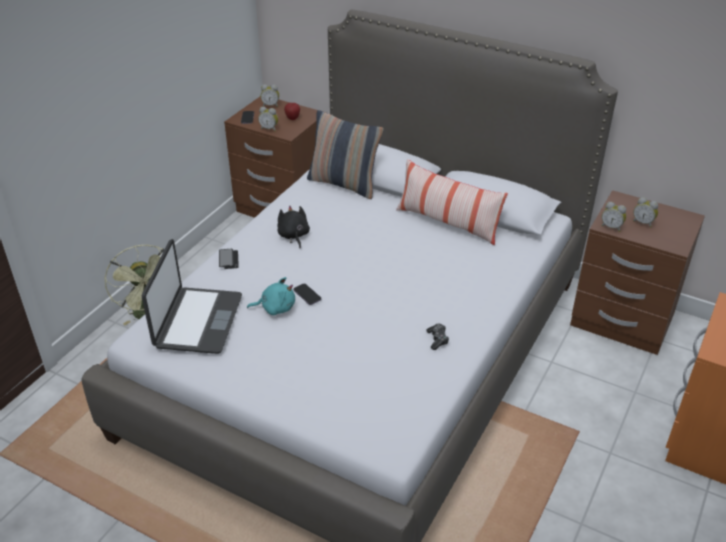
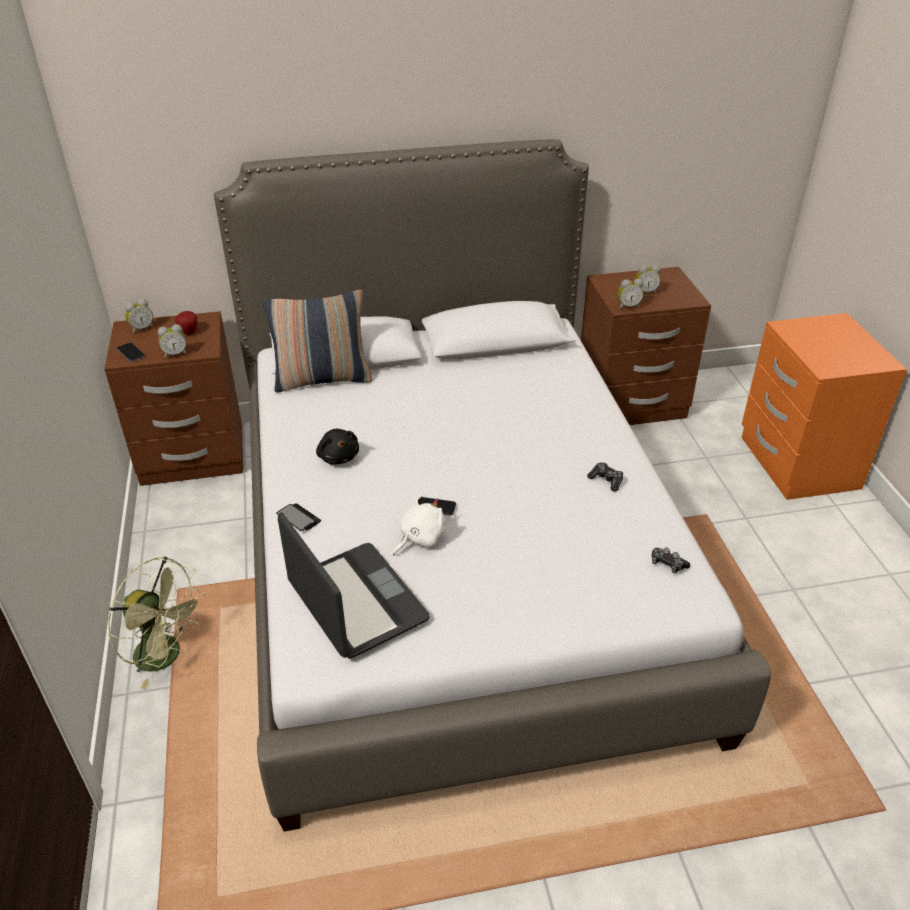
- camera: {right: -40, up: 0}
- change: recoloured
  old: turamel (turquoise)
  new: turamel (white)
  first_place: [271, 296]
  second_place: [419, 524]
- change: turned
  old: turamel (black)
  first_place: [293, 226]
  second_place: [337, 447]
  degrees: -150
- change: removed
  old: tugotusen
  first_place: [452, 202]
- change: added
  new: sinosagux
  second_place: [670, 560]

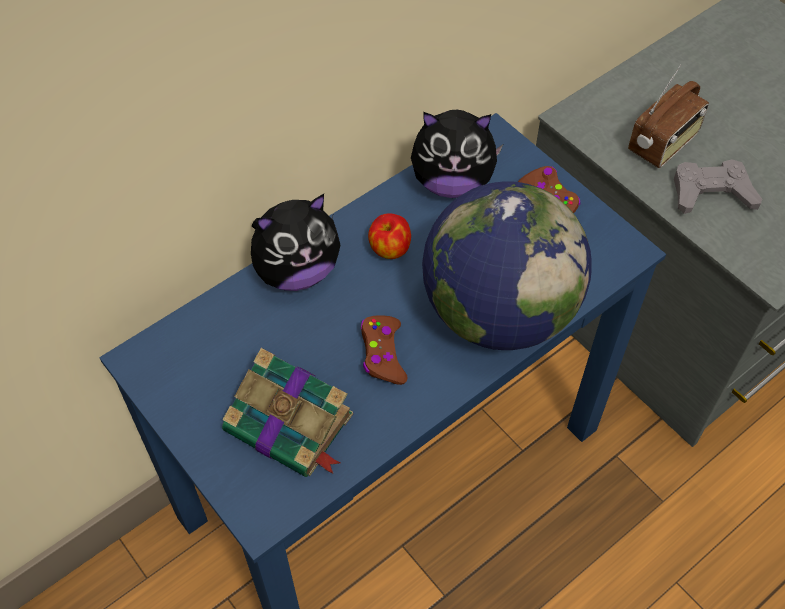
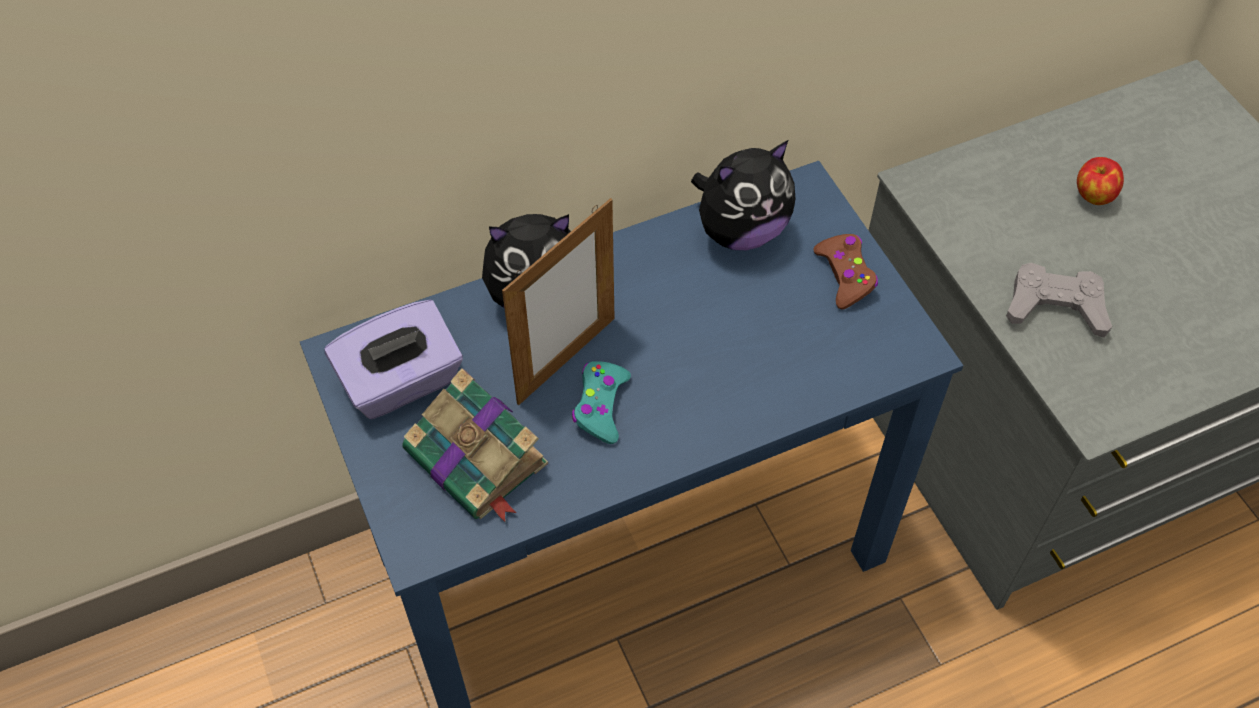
- camera: {right: 15, up: 0}
- change: recoloured
  old: sinosagux (brown)
  new: sinosagux (turquoise)
  first_place: [384, 350]
  second_place: [601, 402]
- change: moved
  old: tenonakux
  first_place: [389, 236]
  second_place: [1100, 181]
- change: turned
  old: turamel
  first_place: [457, 154]
  second_place: [743, 195]
  degrees: -45
- change: removed
  old: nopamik
  first_place: [507, 265]
- change: removed
  old: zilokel
  first_place: [668, 116]
- change: added
  new: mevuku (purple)
  second_place: [393, 359]
- change: added
  new: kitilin
  second_place: [558, 301]

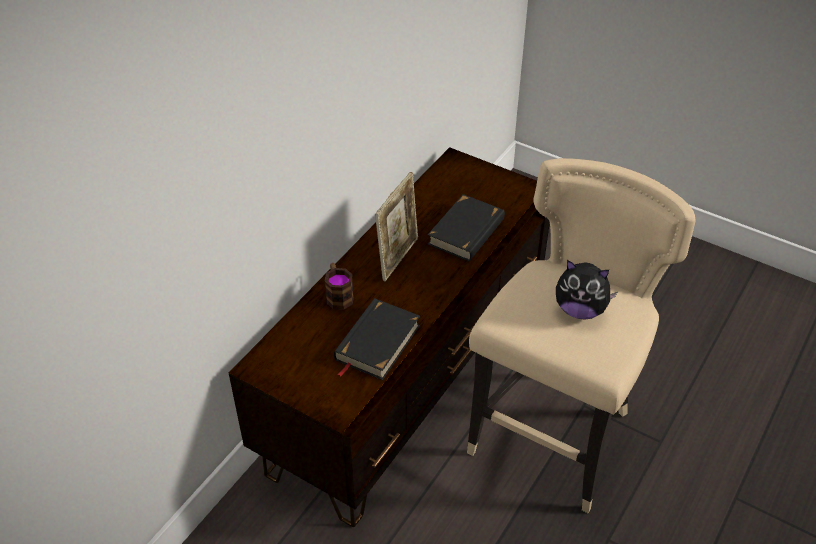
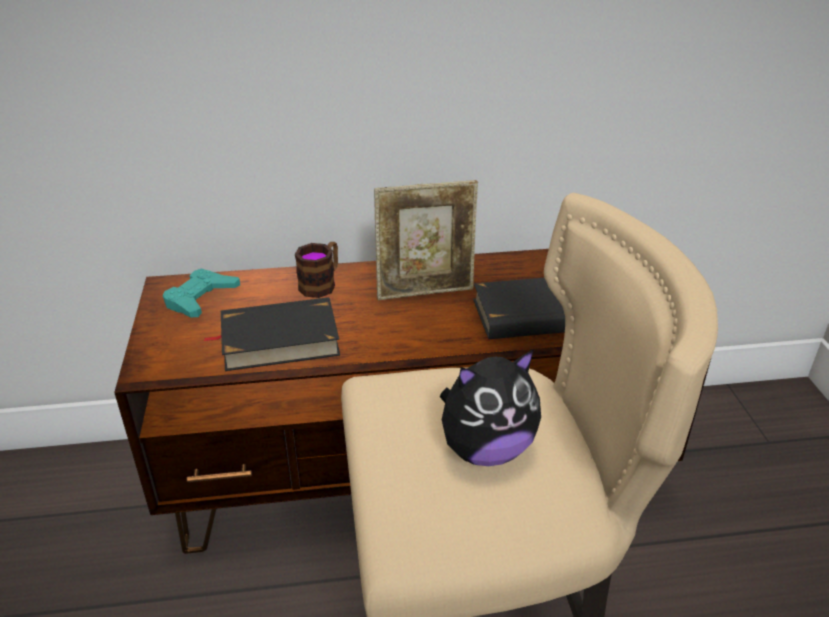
- camera: {right: 50, up: -10}
- change: turned
  old: turamel
  first_place: [586, 290]
  second_place: [490, 407]
  degrees: -90
- change: added
  new: sinosagux (turquoise)
  second_place: [201, 293]

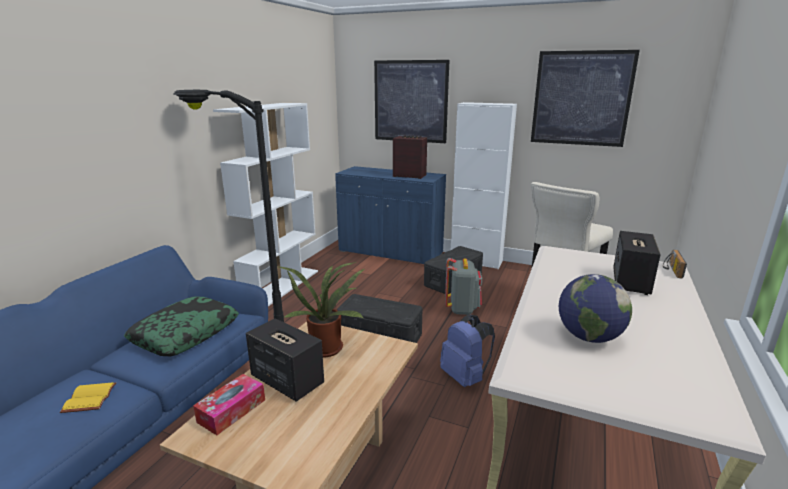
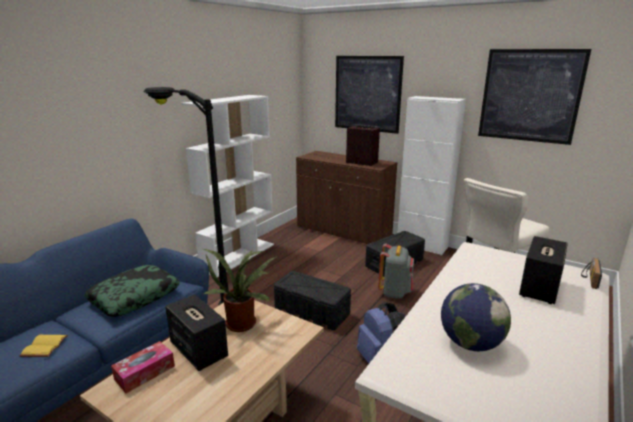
- camera: {right: 10, up: 0}
- change: recoloured
  old: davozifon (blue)
  new: davozifon (brown)
  first_place: [390, 215]
  second_place: [346, 197]

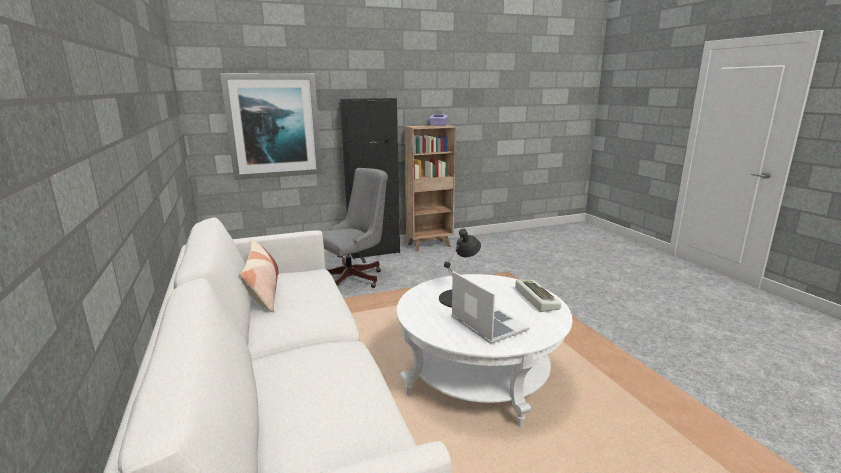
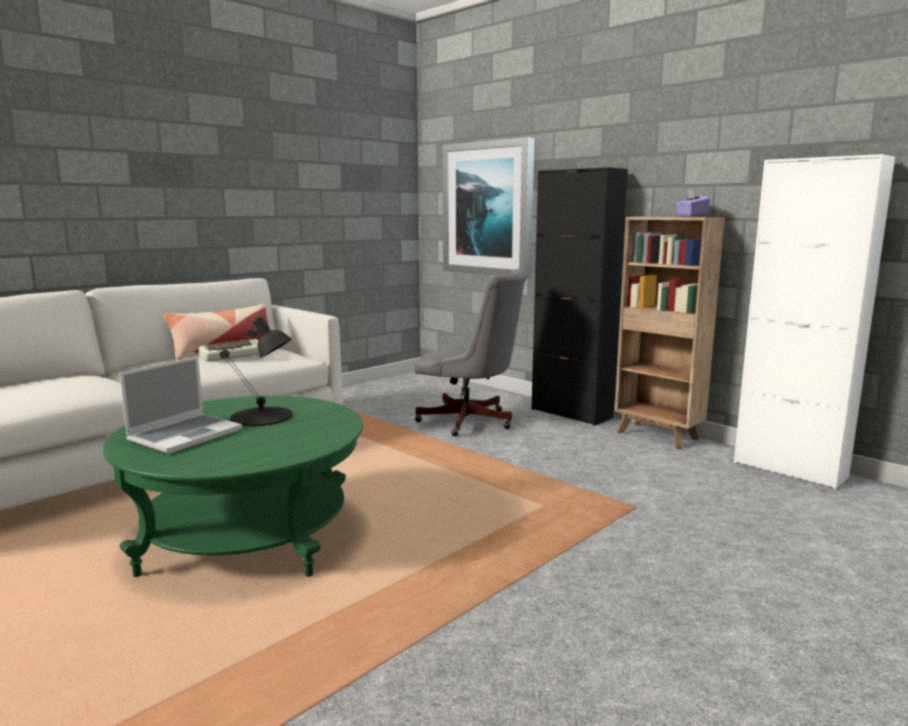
- camera: {right: 65, up: -5}
- change: recoloured
  old: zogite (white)
  new: zogite (green)
  first_place: [484, 350]
  second_place: [233, 486]
- change: moved
  old: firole
  first_place: [538, 295]
  second_place: [229, 350]
- change: added
  new: davozifon (white)
  second_place: [814, 321]

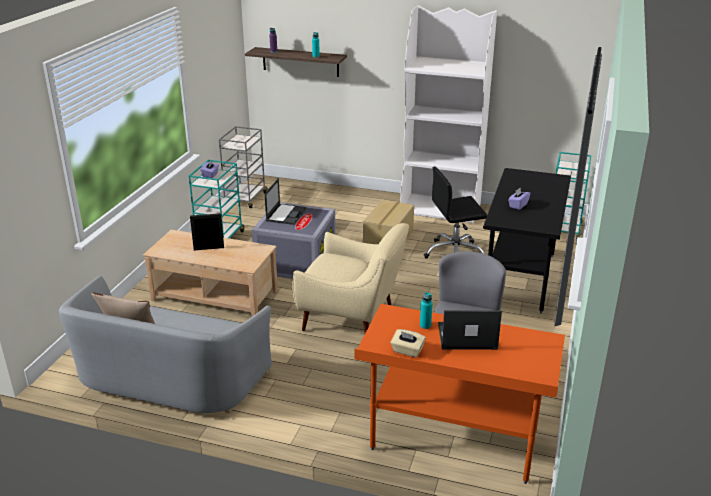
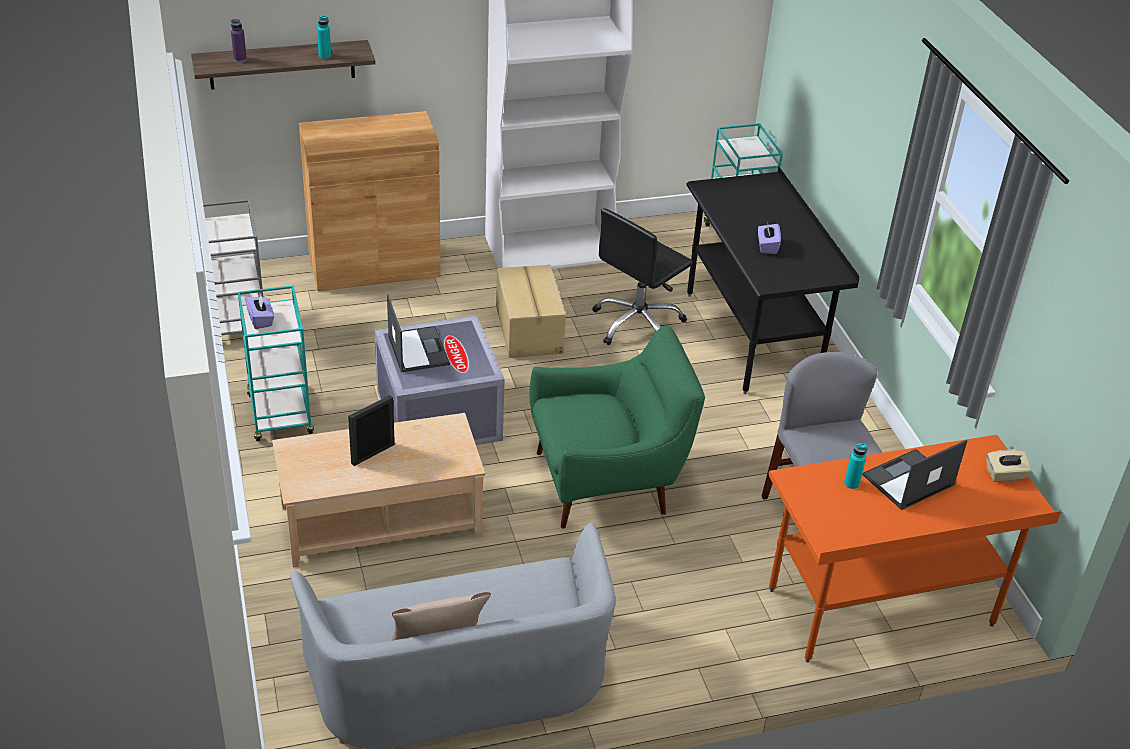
- camera: {right: -35, up: 10}
- change: recoloured
  old: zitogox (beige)
  new: zitogox (green)
  first_place: [350, 278]
  second_place: [617, 427]
- change: moved
  old: mevuku (beige)
  first_place: [408, 343]
  second_place: [1009, 466]
- change: added
  new: davozifon (brown)
  second_place: [369, 201]

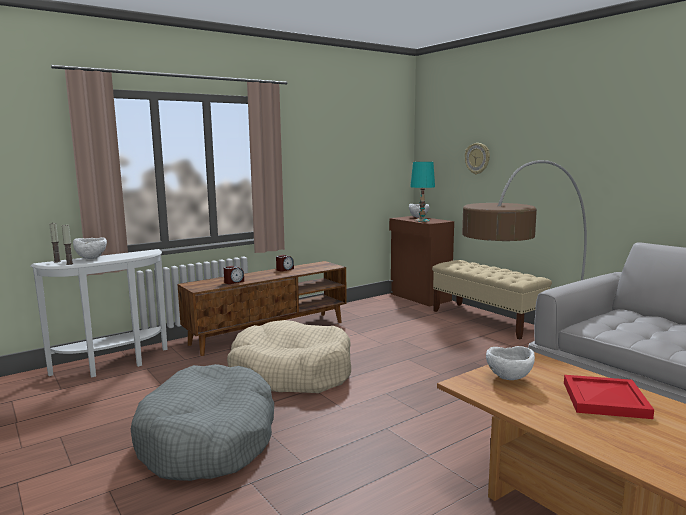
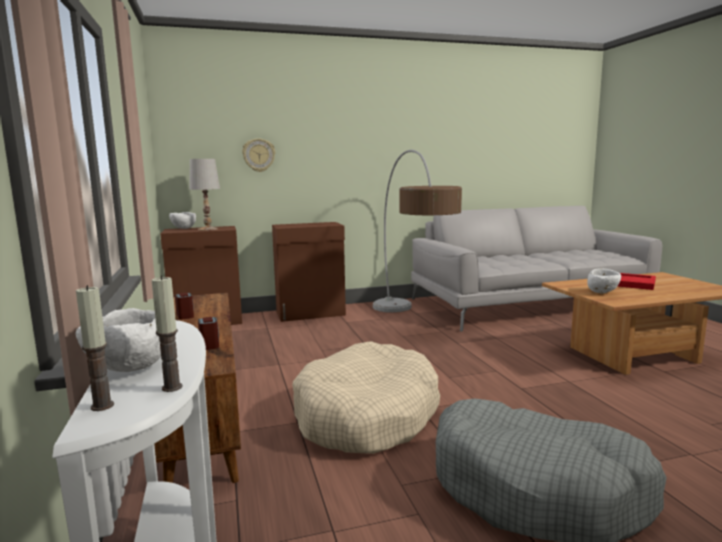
- camera: {right: -70, up: 0}
- change: recoloured
  old: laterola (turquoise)
  new: laterola (white)
  first_place: [422, 192]
  second_place: [204, 195]
- change: replaced
  old: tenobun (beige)
  new: davozifon (brown)
  first_place: [492, 299]
  second_place: [309, 272]

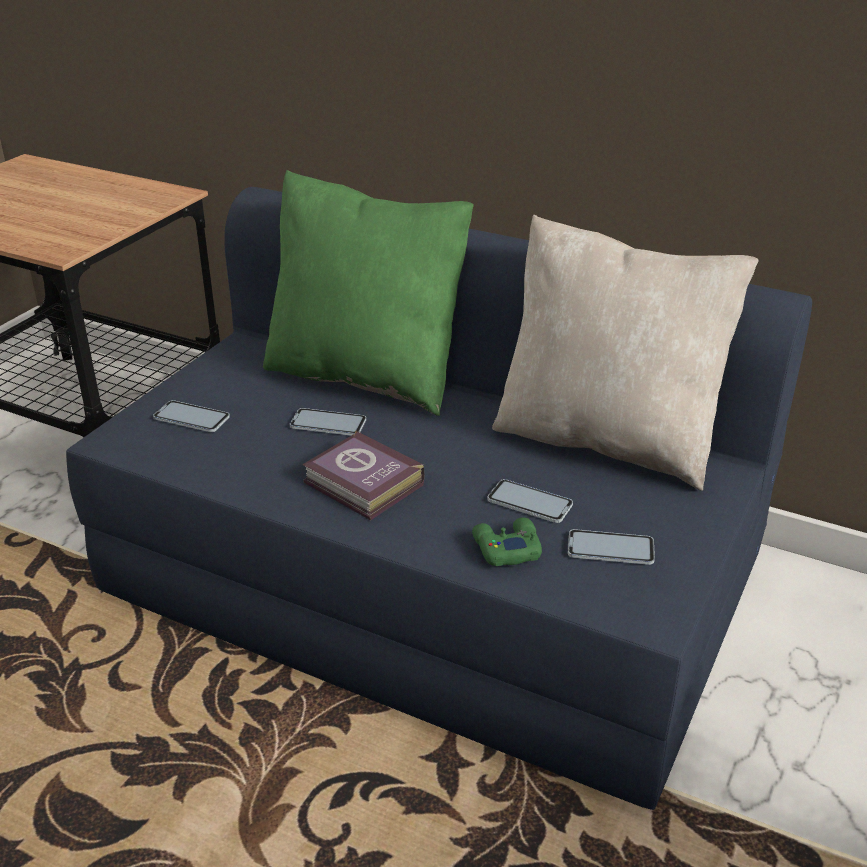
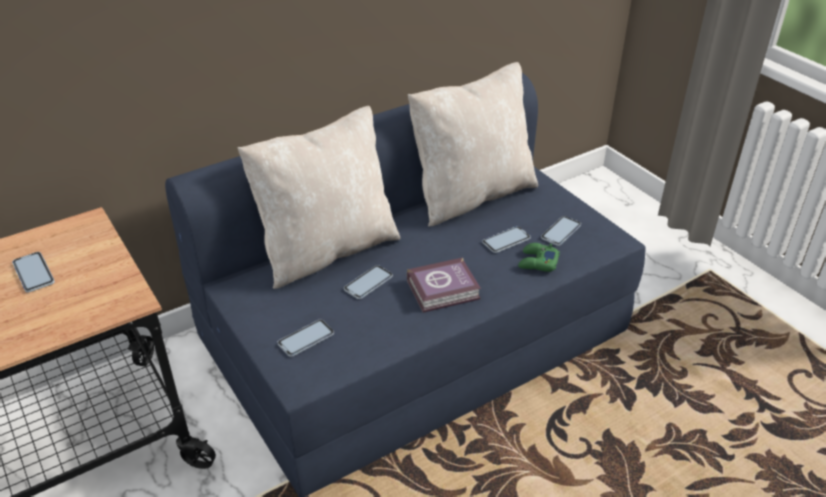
- camera: {right: -60, up: 5}
- change: recoloured
  old: tugotusen (green)
  new: tugotusen (beige)
  first_place: [368, 293]
  second_place: [319, 197]
- change: added
  new: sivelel
  second_place: [33, 272]

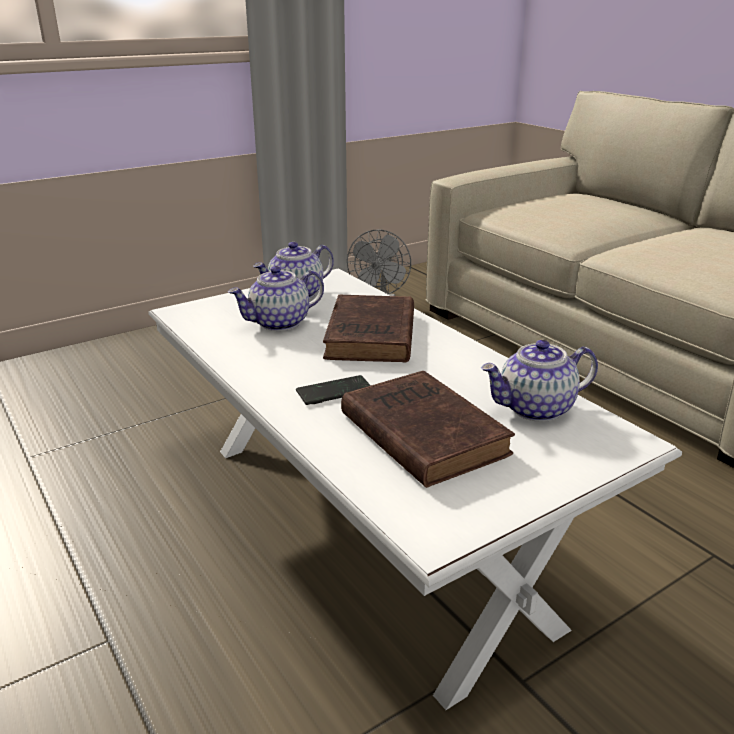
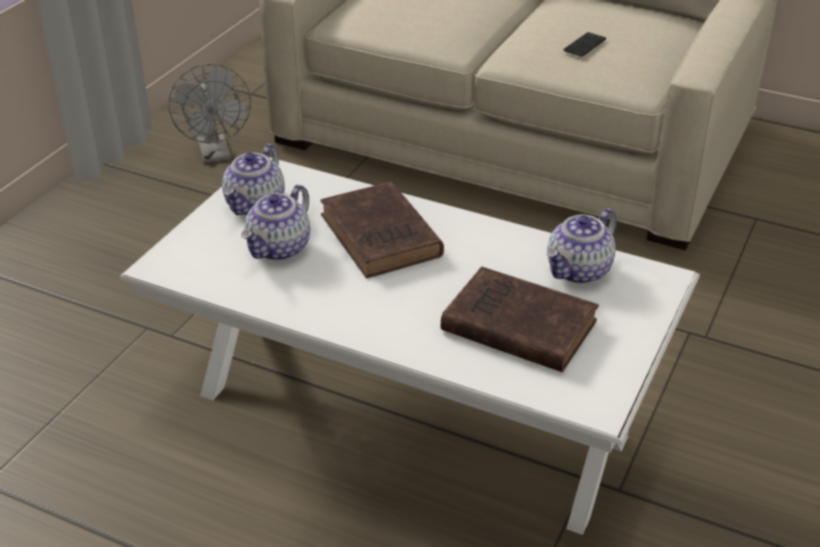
- camera: {right: -30, up: 10}
- change: moved
  old: sivelel
  first_place: [333, 390]
  second_place: [584, 44]

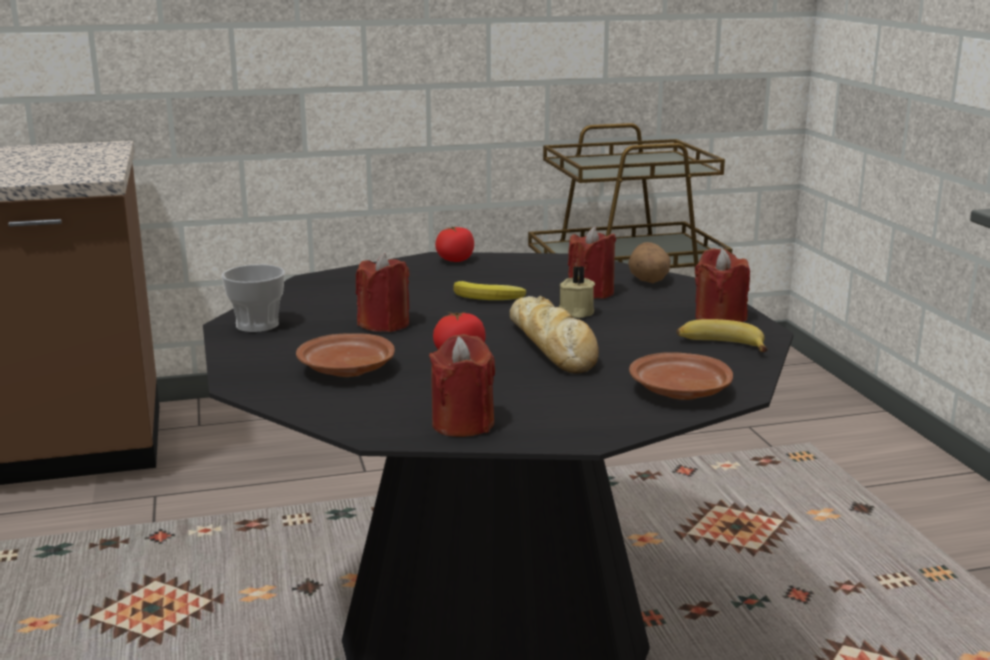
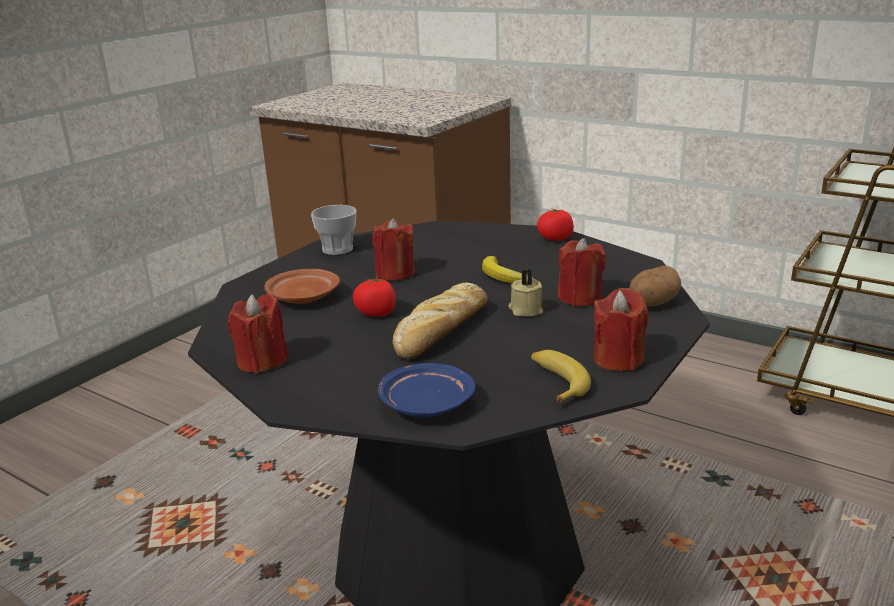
- camera: {right: 50, up: 5}
- change: recoloured
  old: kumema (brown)
  new: kumema (blue)
  first_place: [681, 376]
  second_place: [426, 390]

